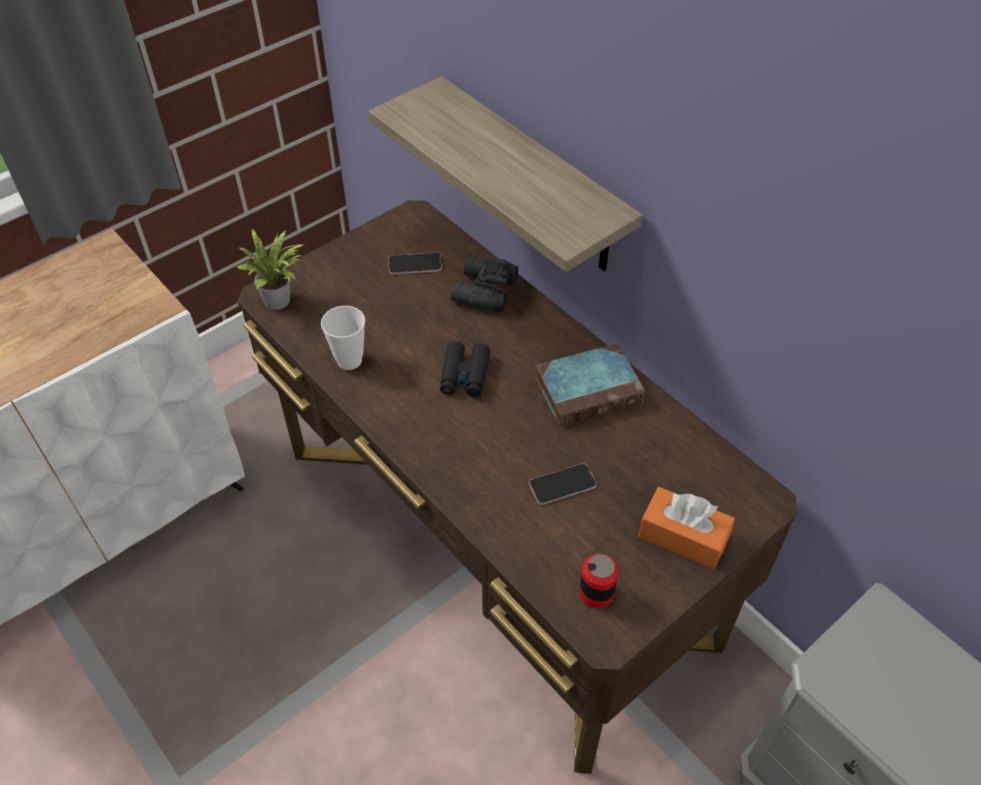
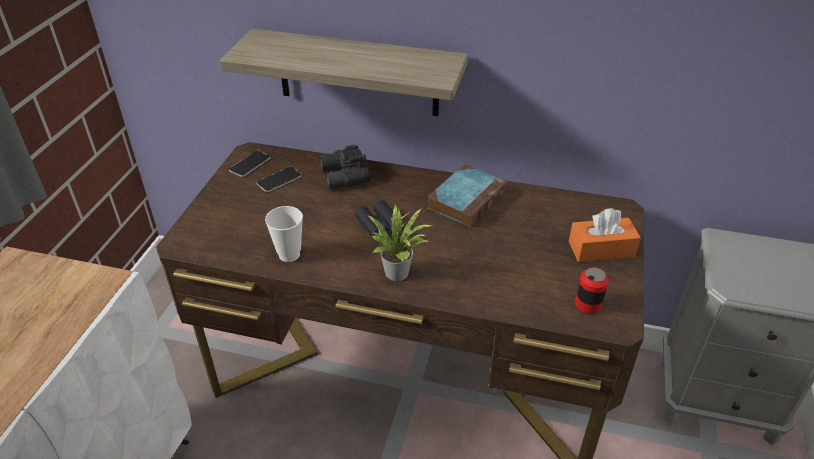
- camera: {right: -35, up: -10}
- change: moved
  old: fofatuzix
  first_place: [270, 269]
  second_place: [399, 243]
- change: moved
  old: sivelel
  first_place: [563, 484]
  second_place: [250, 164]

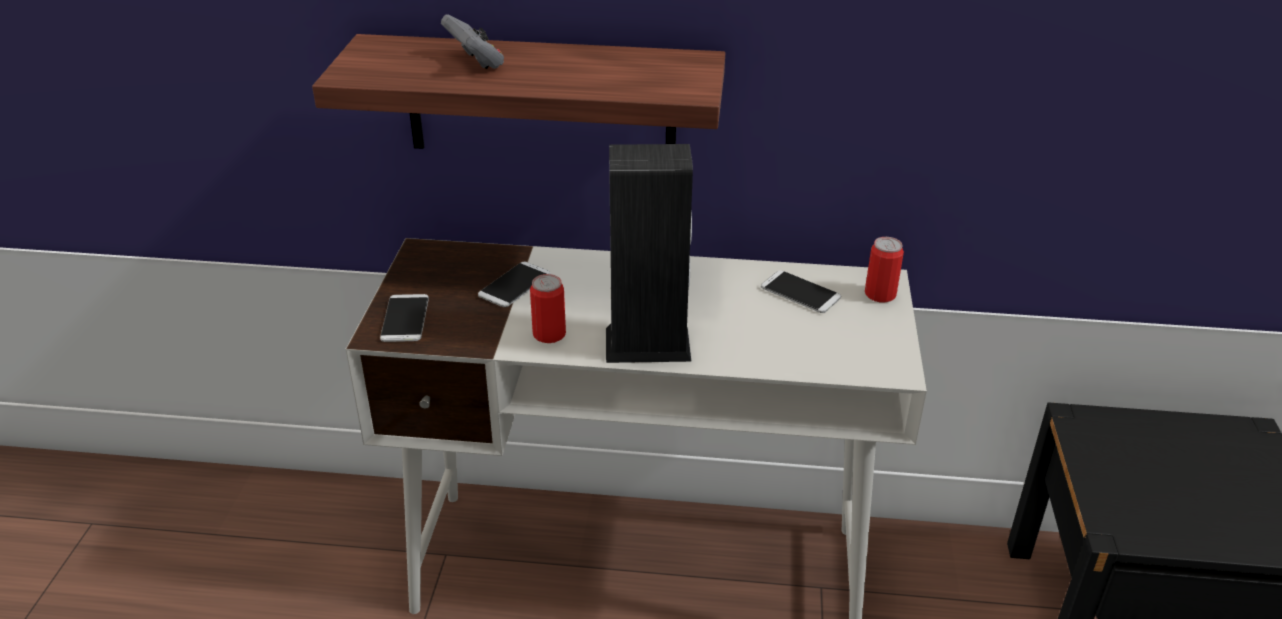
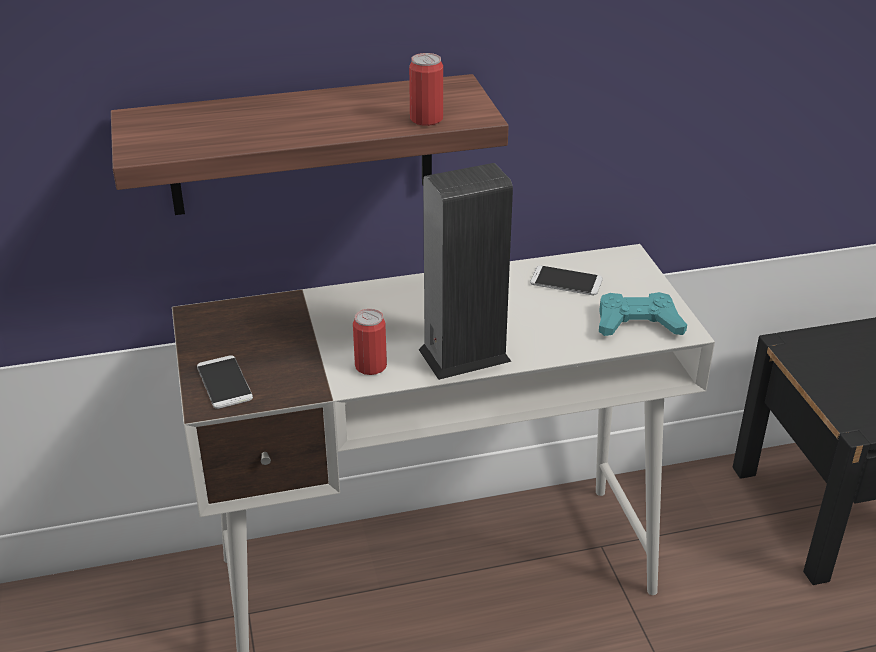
- camera: {right: -20, up: 0}
- change: removed
  old: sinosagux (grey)
  first_place: [472, 42]
- change: removed
  old: sivelel
  first_place: [514, 284]
- change: moved
  old: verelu
  first_place: [884, 269]
  second_place: [426, 89]
- change: added
  new: sinosagux (turquoise)
  second_place: [643, 314]

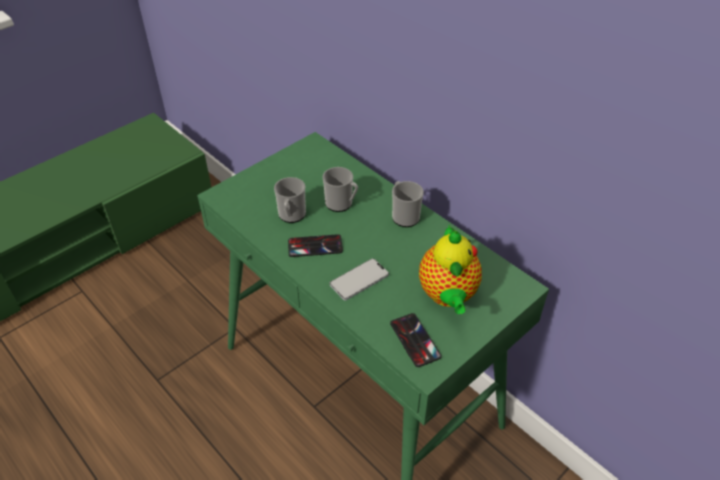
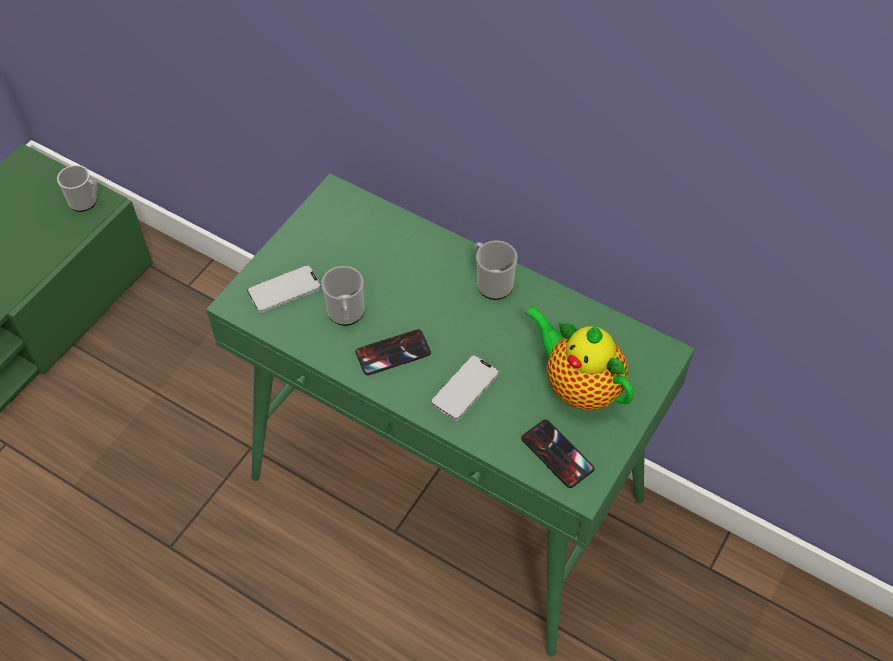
- camera: {right: -15, up: 10}
- change: moved
  old: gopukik
  first_place: [340, 189]
  second_place: [77, 188]
- change: turned
  old: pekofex
  first_place: [450, 269]
  second_place: [579, 357]
  degrees: 150
- change: added
  new: sivelel
  second_place: [284, 289]

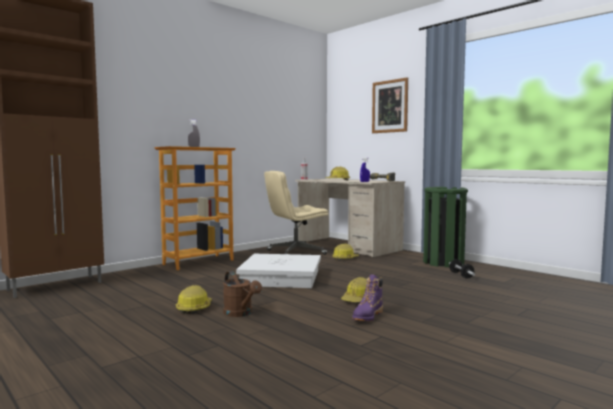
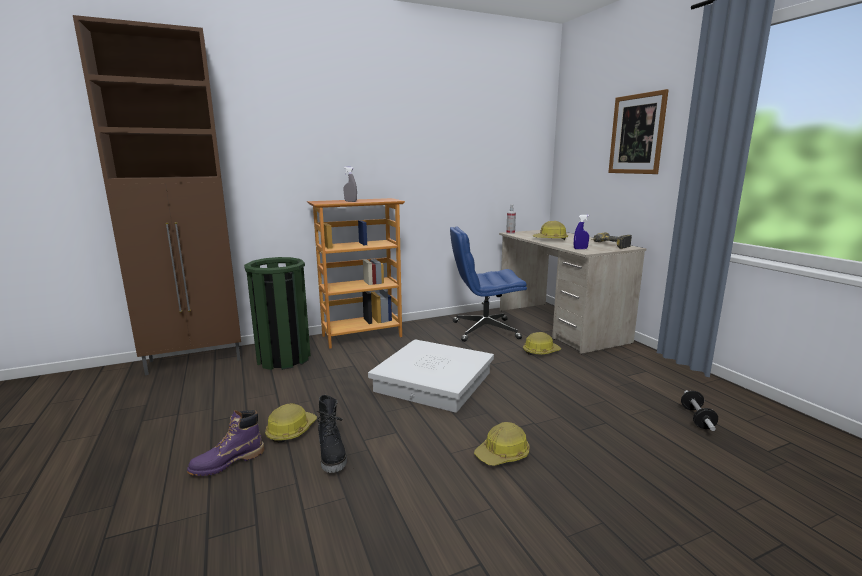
- camera: {right: 20, up: 10}
- change: replaced
  old: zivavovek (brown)
  new: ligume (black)
  first_place: [242, 294]
  second_place: [332, 434]
- change: recoloured
  old: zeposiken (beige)
  new: zeposiken (blue)
  first_place: [296, 213]
  second_place: [488, 284]
- change: moved
  old: ligume (purple)
  first_place: [367, 297]
  second_place: [225, 443]
- change: moved
  old: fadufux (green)
  first_place: [445, 227]
  second_place: [277, 313]

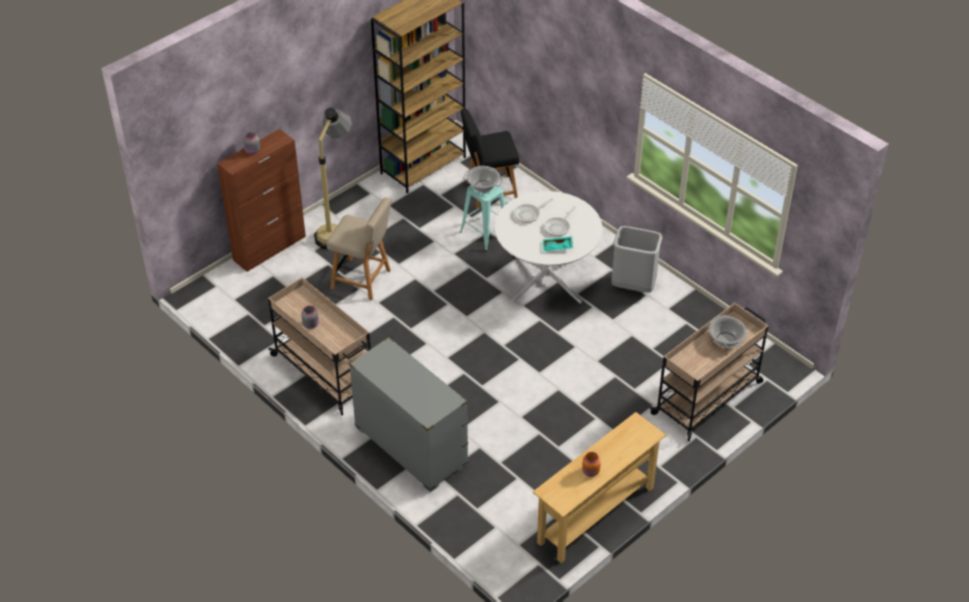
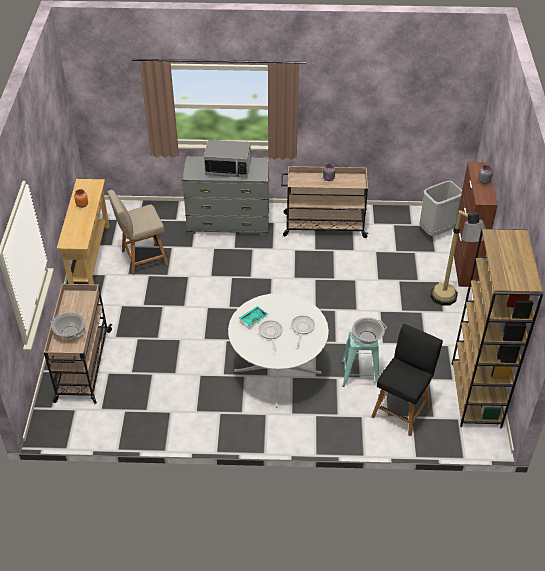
- camera: {right: 135, up: 0}
- change: moved
  old: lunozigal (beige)
  first_place: [359, 249]
  second_place: [137, 232]
- change: moved
  old: fadufux (grey)
  first_place: [636, 259]
  second_place: [440, 208]
- change: added
  new: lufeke
  second_place: [227, 159]

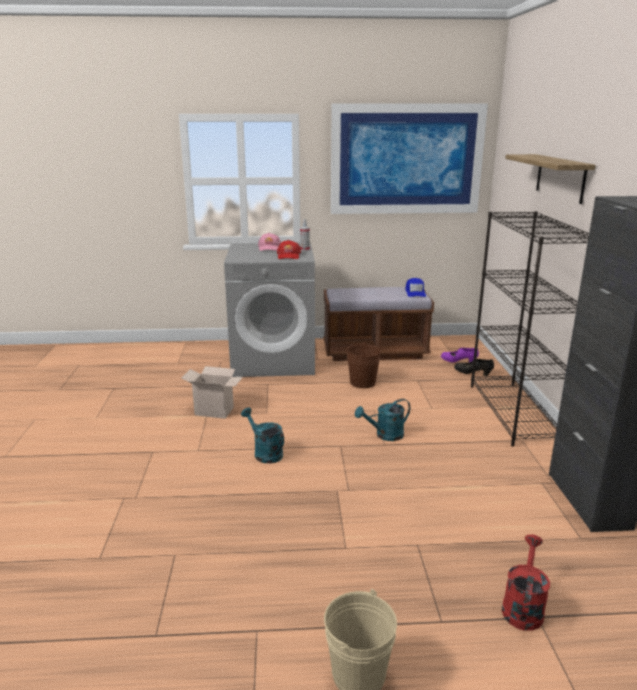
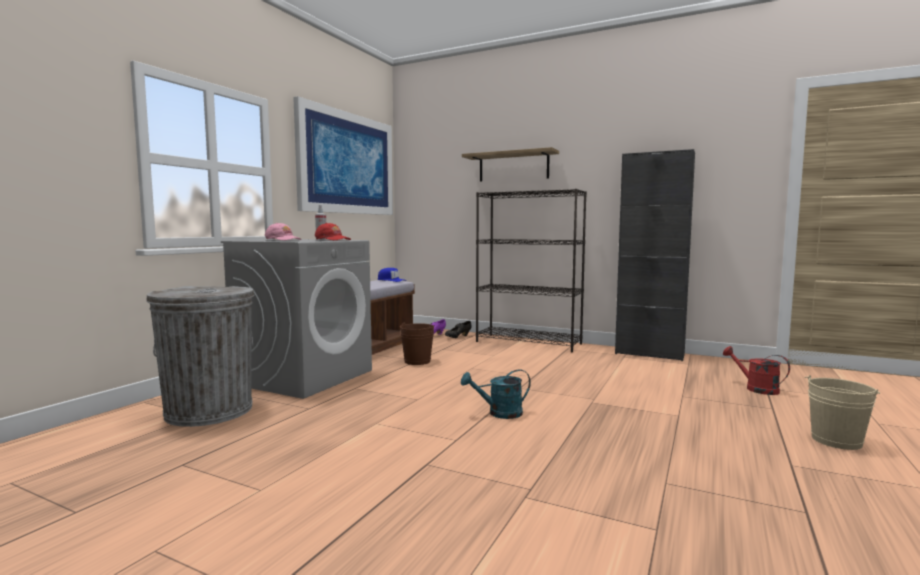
- camera: {right: -60, up: -15}
- change: removed
  old: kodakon
  first_place: [212, 392]
- change: removed
  old: zivavovek (turquoise)
  first_place: [382, 420]
- change: added
  new: fadufux (grey)
  second_place: [200, 356]

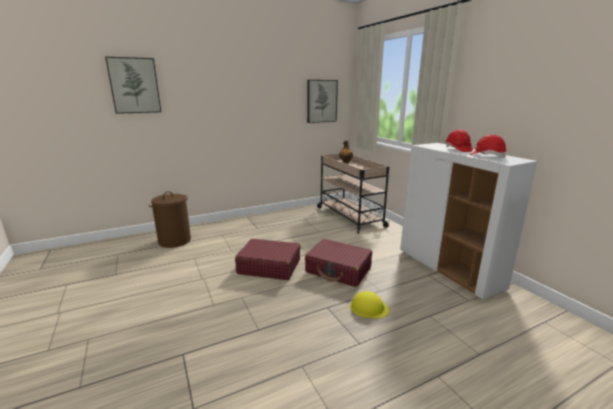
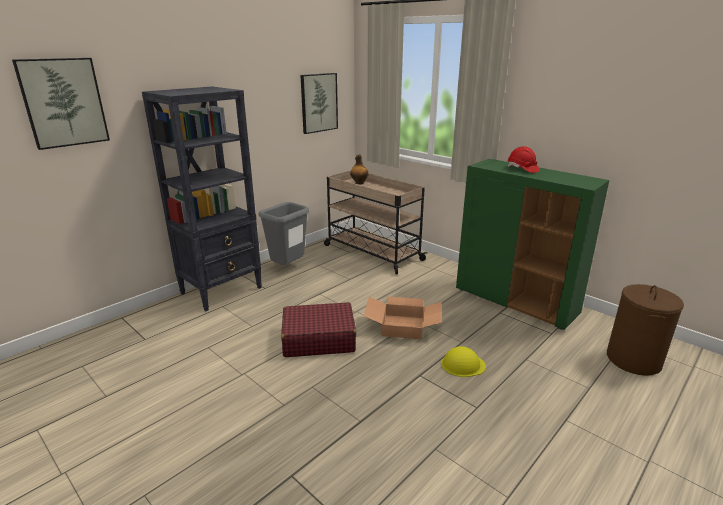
- camera: {right: -20, up: 5}
- change: moved
  old: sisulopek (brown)
  first_place: [170, 219]
  second_place: [645, 330]
- change: replaced
  old: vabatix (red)
  new: kodakon
  first_place: [338, 263]
  second_place: [403, 317]
- change: recoloured
  old: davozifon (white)
  new: davozifon (green)
  first_place: [469, 221]
  second_place: [532, 244]
- change: removed
  old: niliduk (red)
  first_place: [488, 146]
- change: added
  new: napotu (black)
  second_place: [202, 199]
- change: added
  new: fadufux (grey)
  second_place: [283, 233]

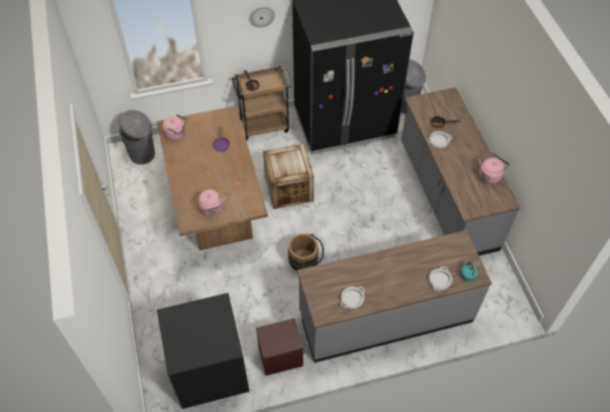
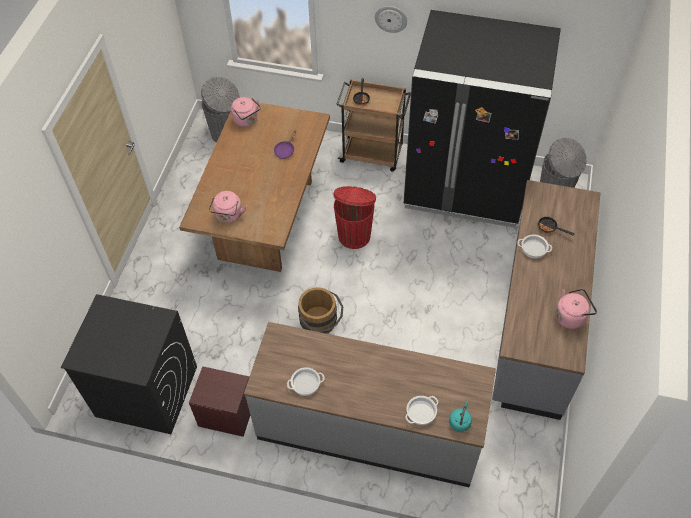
- camera: {right: 30, up: 0}
- change: replaced
  old: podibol
  new: fadufux (red)
  first_place: [288, 176]
  second_place: [354, 217]

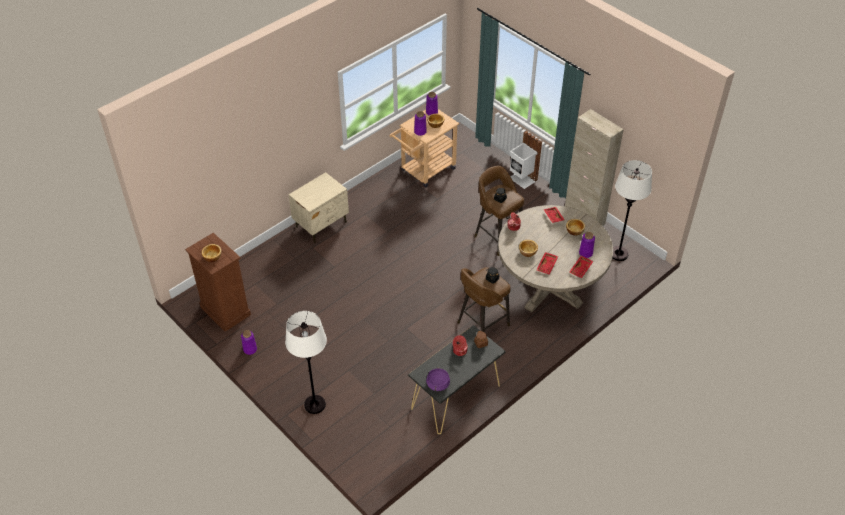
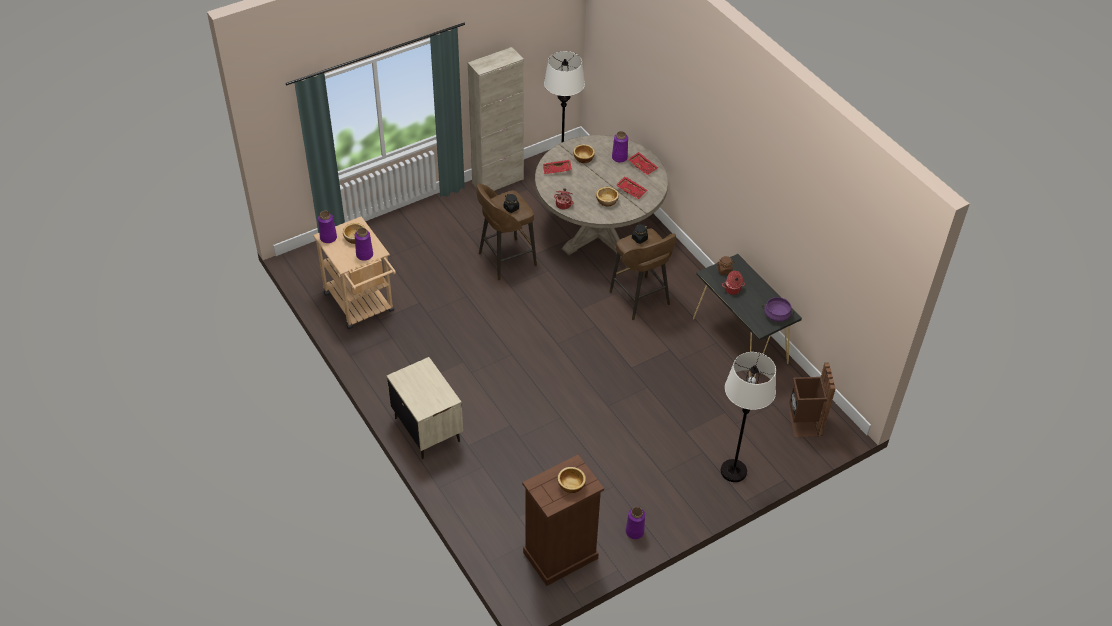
- camera: {right: -80, up: 0}
- change: removed
  old: fadufux (white)
  first_place: [526, 160]
- change: added
  new: fadufux (brown)
  second_place: [812, 400]

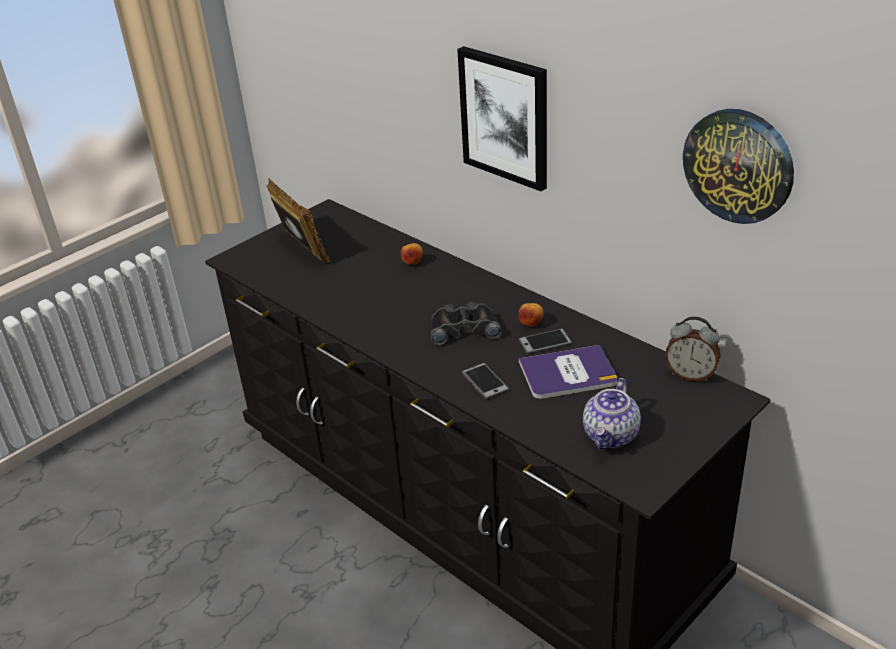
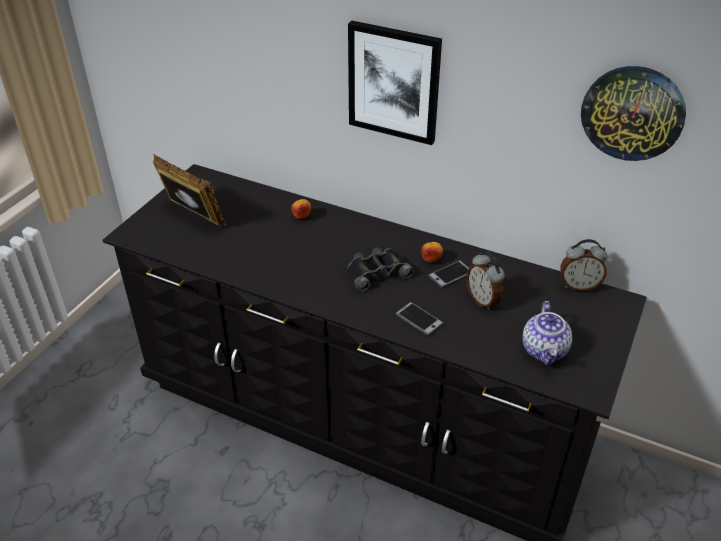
- camera: {right: -20, up: 5}
- change: replaced
  old: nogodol
  new: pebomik
  first_place: [568, 372]
  second_place: [485, 281]

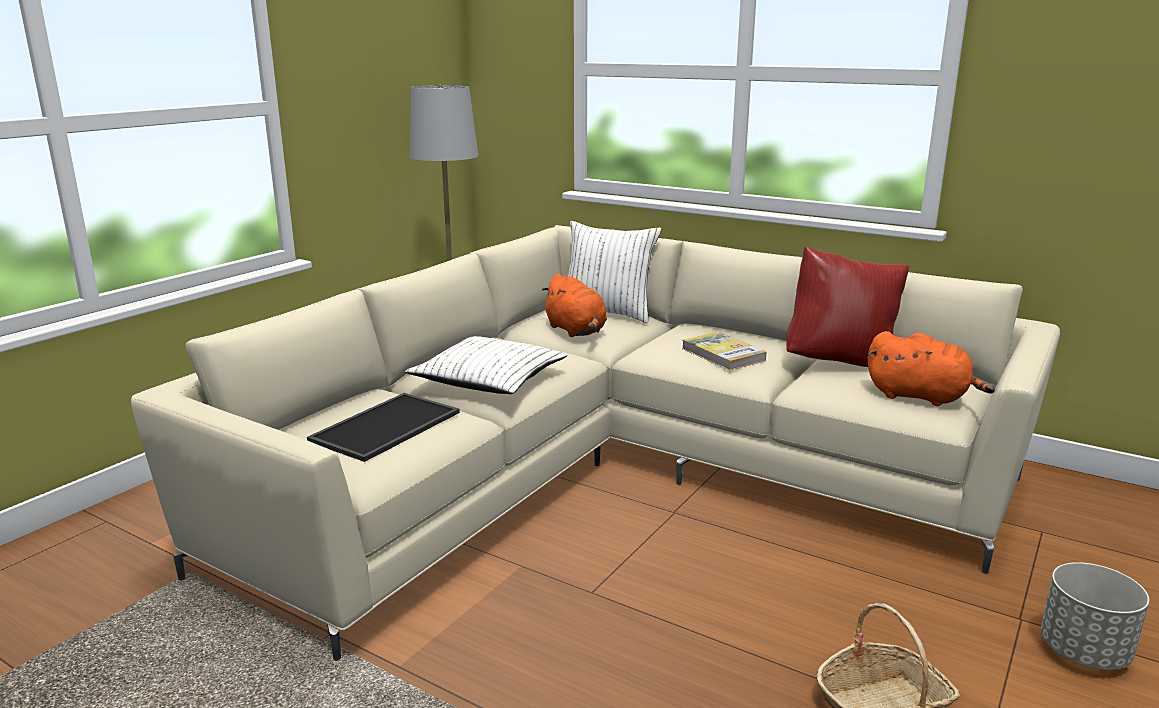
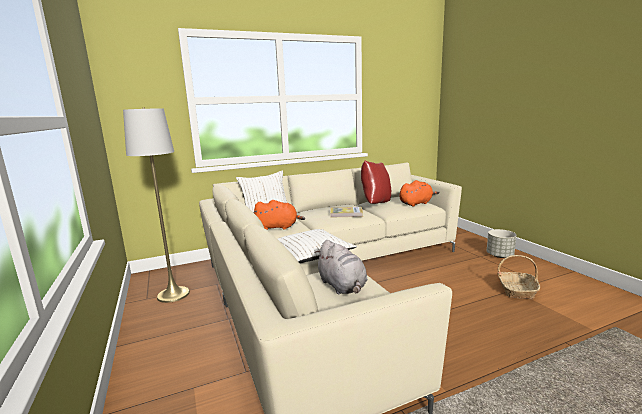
- camera: {right: -55, up: -5}
- change: replaced
  old: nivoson
  new: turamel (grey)
  first_place: [383, 427]
  second_place: [341, 267]

